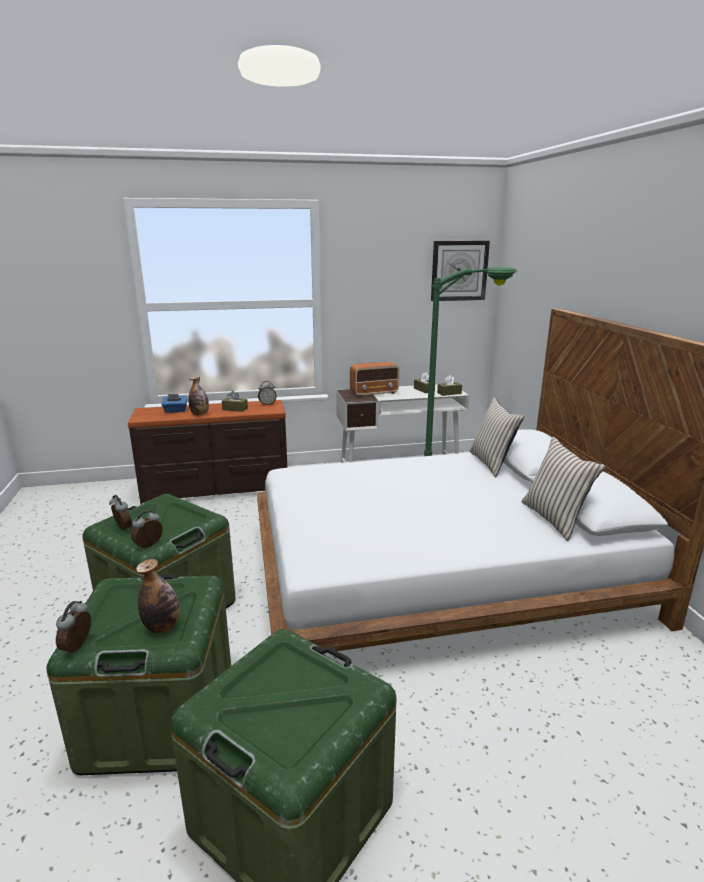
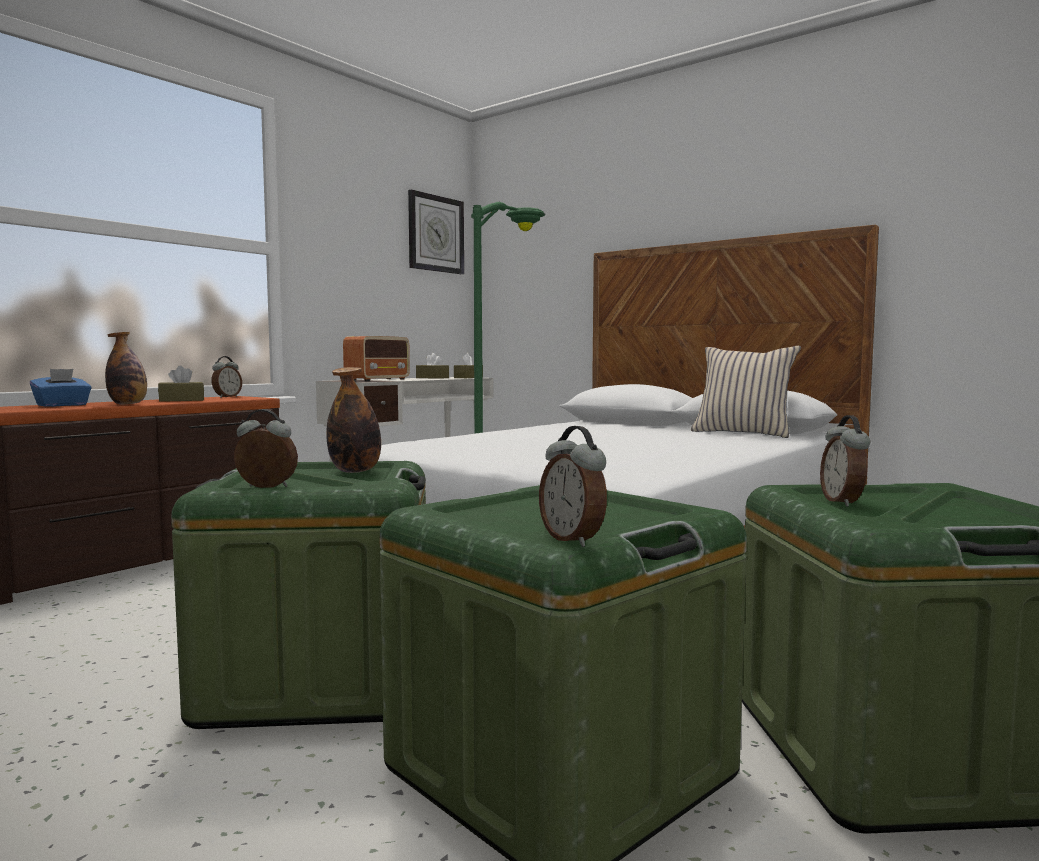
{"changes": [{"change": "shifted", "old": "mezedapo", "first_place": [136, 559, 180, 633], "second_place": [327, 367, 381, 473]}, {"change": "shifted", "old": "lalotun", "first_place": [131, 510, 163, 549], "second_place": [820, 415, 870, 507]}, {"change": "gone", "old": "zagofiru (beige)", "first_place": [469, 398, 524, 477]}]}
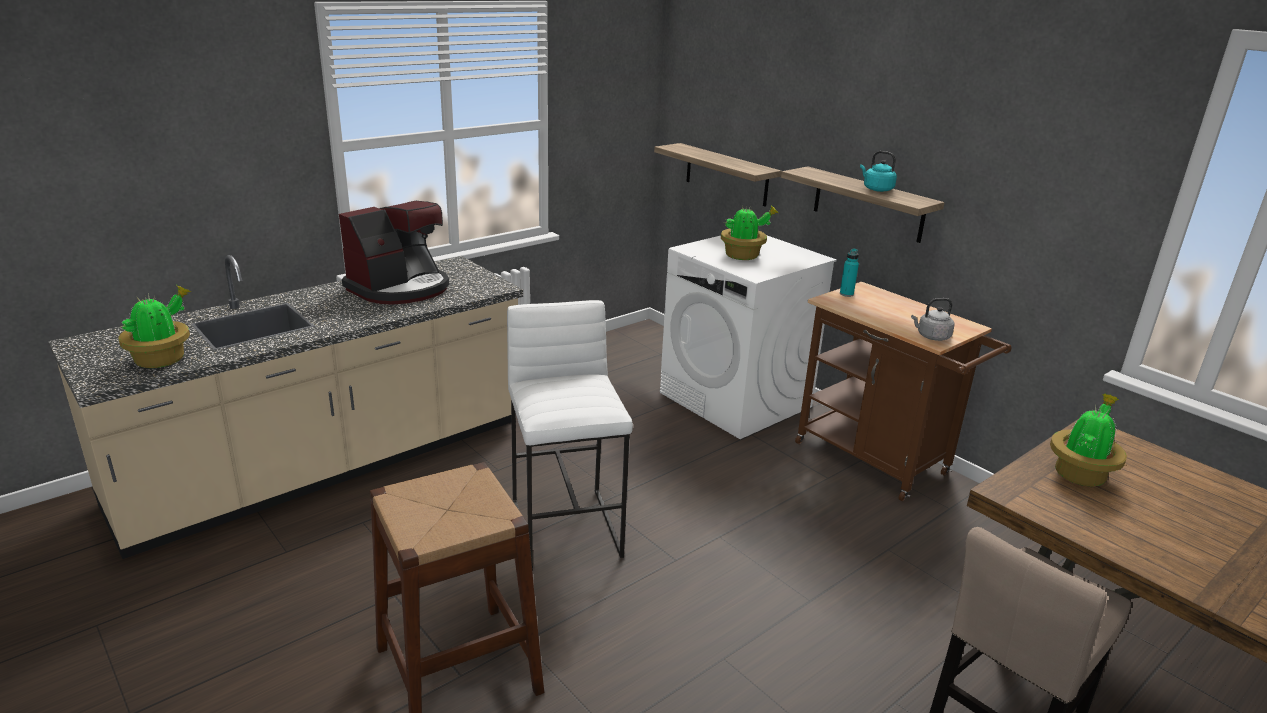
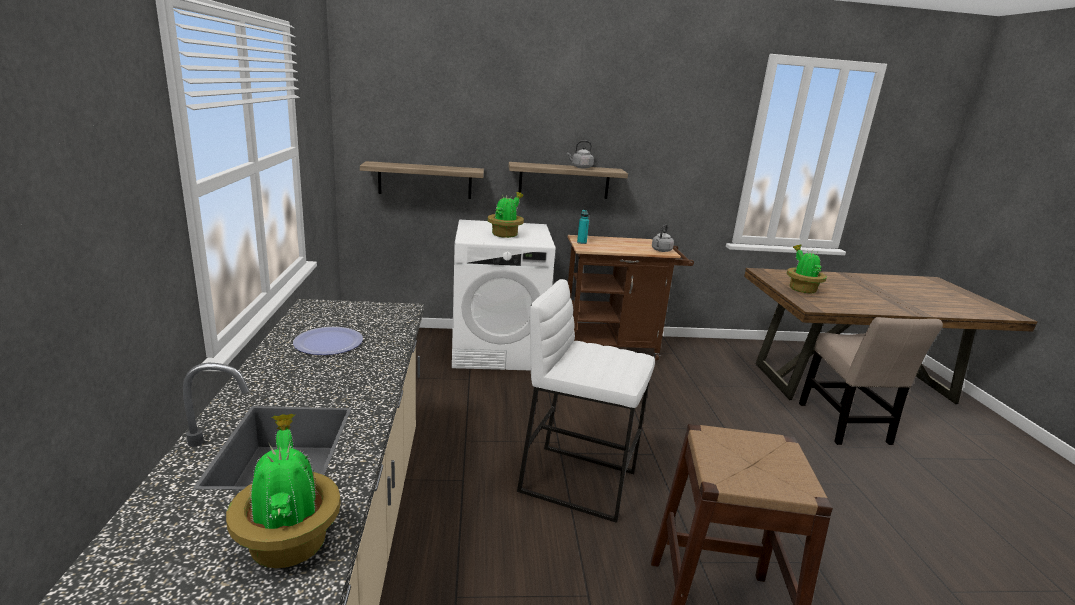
{"changes": [{"change": "swapped", "old": "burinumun", "new": "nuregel", "first_place": [339, 201, 449, 305], "second_place": [293, 327, 363, 355]}, {"change": "repainted", "old": "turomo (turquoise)", "new": "turomo (grey)", "first_place": [860, 151, 897, 192], "second_place": [567, 141, 594, 169]}]}
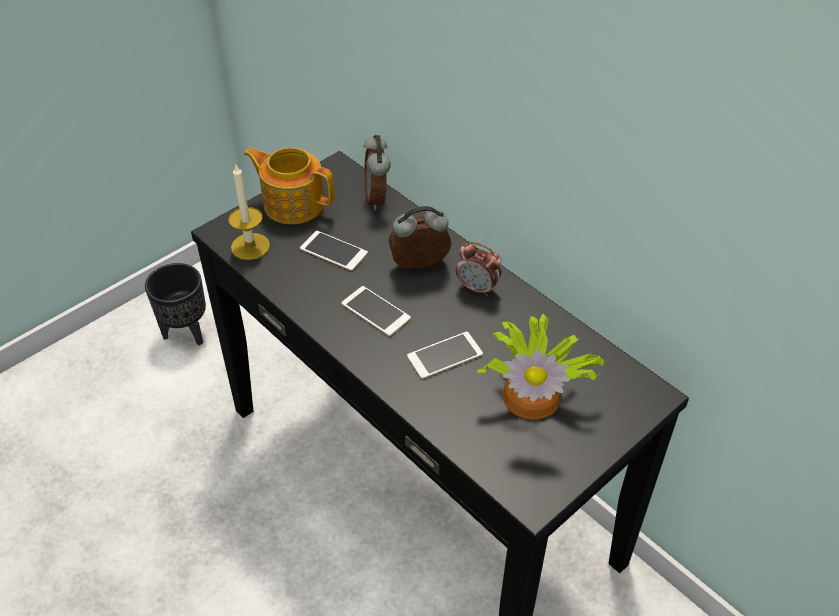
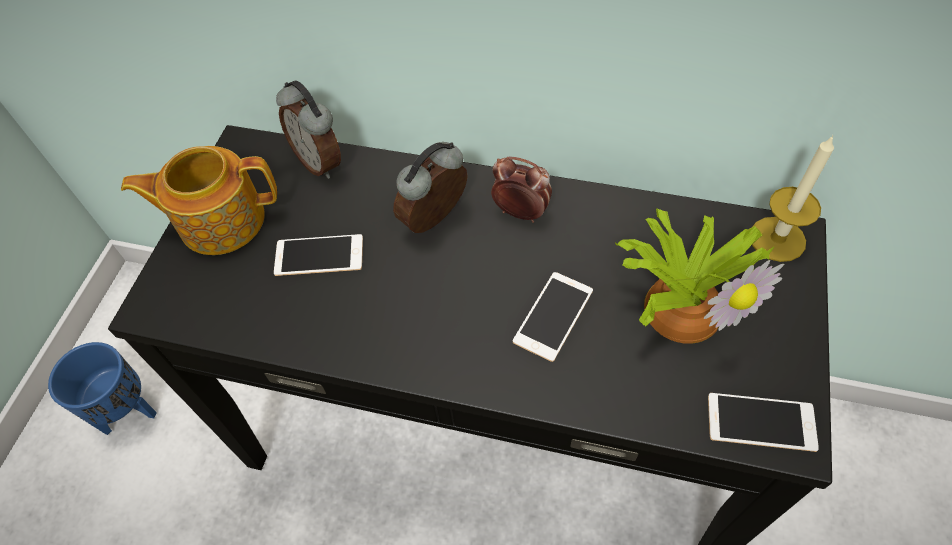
{"changes": [{"change": "repainted", "old": "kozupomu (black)", "new": "kozupomu (blue)", "first_place": [145, 263, 206, 346], "second_place": [48, 342, 157, 435]}, {"change": "rotated", "old": "lalotun", "first_place": [456, 242, 502, 296], "second_place": [491, 156, 552, 223], "degrees": -150}, {"change": "shifted", "old": "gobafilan", "first_place": [341, 286, 411, 336], "second_place": [708, 393, 819, 452]}, {"change": "shifted", "old": "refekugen", "first_place": [228, 163, 270, 260], "second_place": [752, 135, 834, 262]}]}
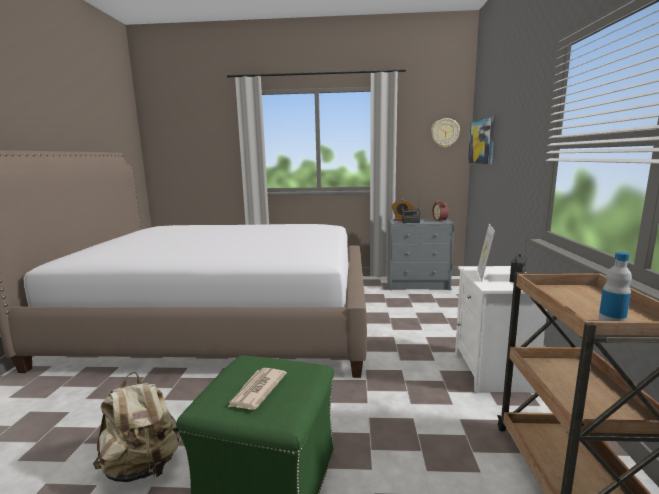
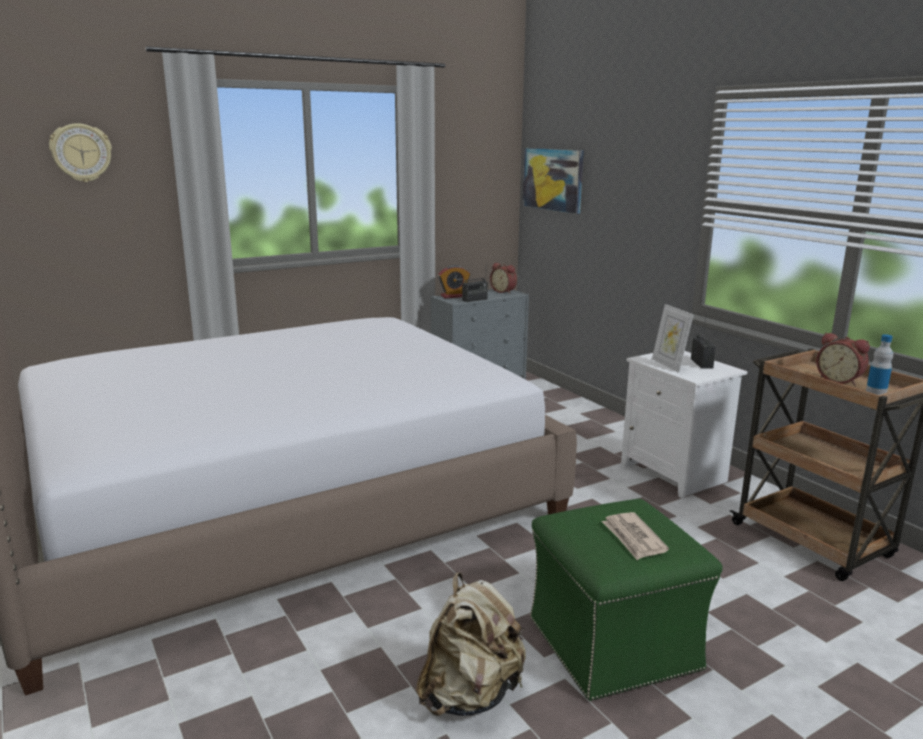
{"changes": [{"change": "shifted", "old": "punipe", "first_place": [431, 118, 460, 148], "second_place": [49, 123, 112, 182]}, {"change": "new", "new": "lalotun", "second_place": [816, 332, 870, 386]}]}
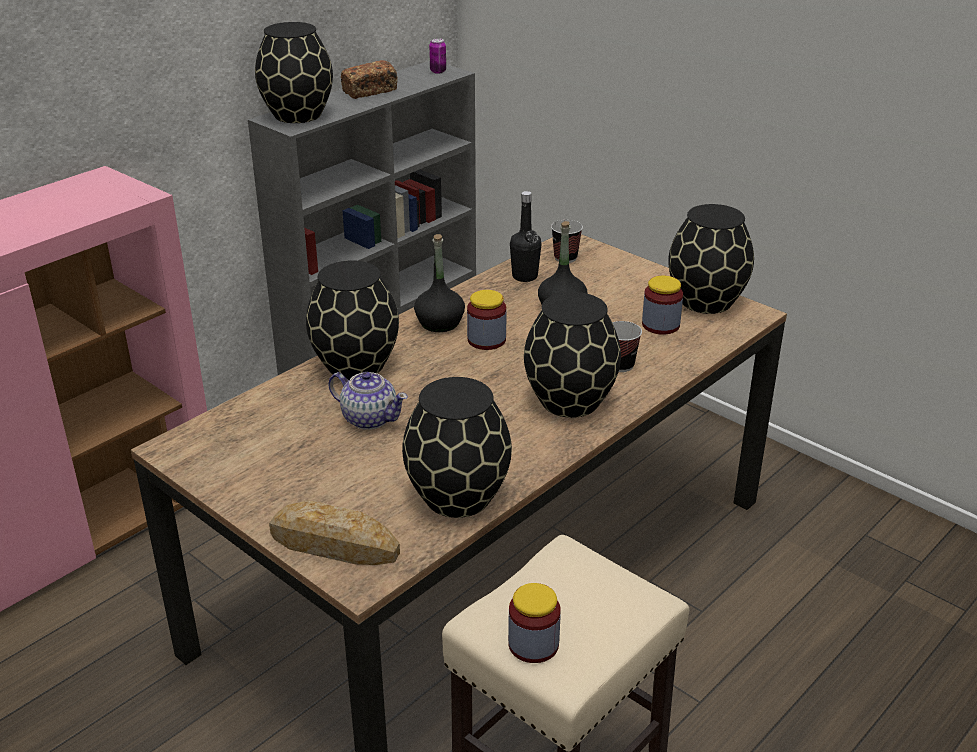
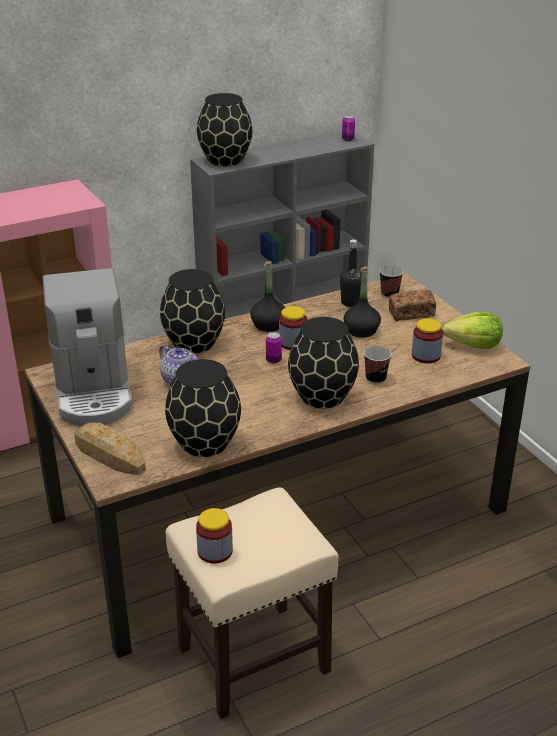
{"changes": [{"change": "new", "new": "burinumun", "second_place": [43, 268, 132, 426]}, {"change": "new", "new": "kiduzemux", "second_place": [266, 332, 282, 364]}, {"change": "shifted", "old": "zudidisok", "first_place": [341, 60, 398, 99], "second_place": [389, 290, 436, 321]}, {"change": "swapped", "old": "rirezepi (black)", "new": "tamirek", "first_place": [668, 204, 754, 314], "second_place": [442, 312, 503, 349]}]}
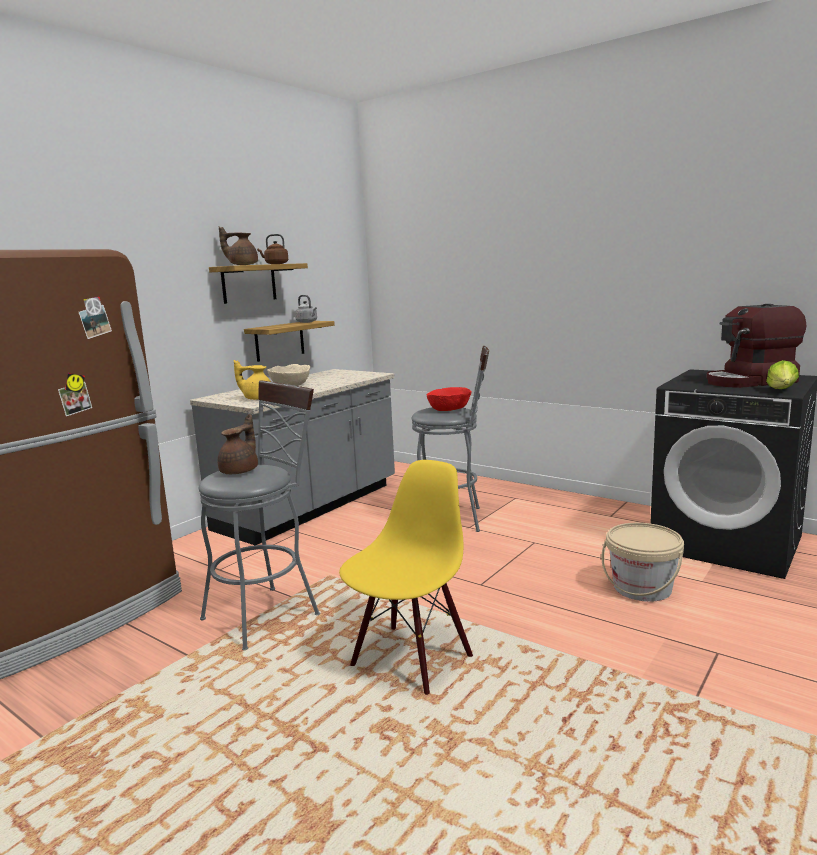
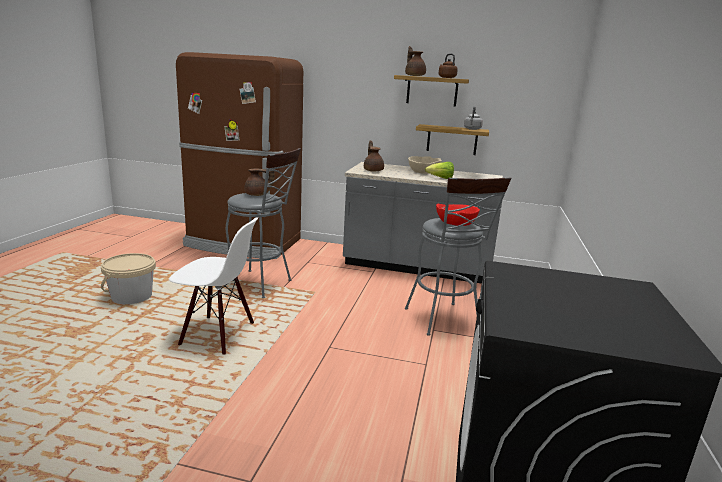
{"changes": [{"change": "shifted", "old": "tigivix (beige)", "first_place": [601, 523, 684, 602], "second_place": [101, 253, 156, 304]}, {"change": "repainted", "old": "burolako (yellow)", "new": "burolako (white)", "first_place": [339, 460, 473, 695], "second_place": [169, 218, 258, 355]}, {"change": "repainted", "old": "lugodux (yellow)", "new": "lugodux (brown)", "first_place": [234, 360, 271, 400], "second_place": [364, 140, 384, 172]}, {"change": "shifted", "old": "tamirek", "first_place": [766, 360, 799, 389], "second_place": [425, 162, 454, 179]}, {"change": "gone", "old": "burinumun", "first_place": [706, 304, 806, 388]}]}
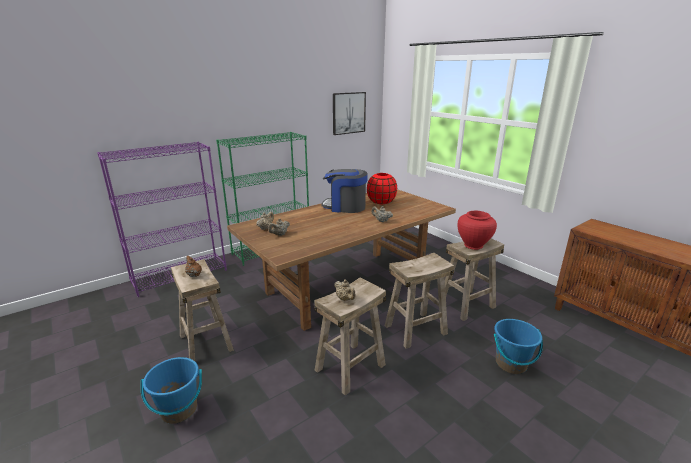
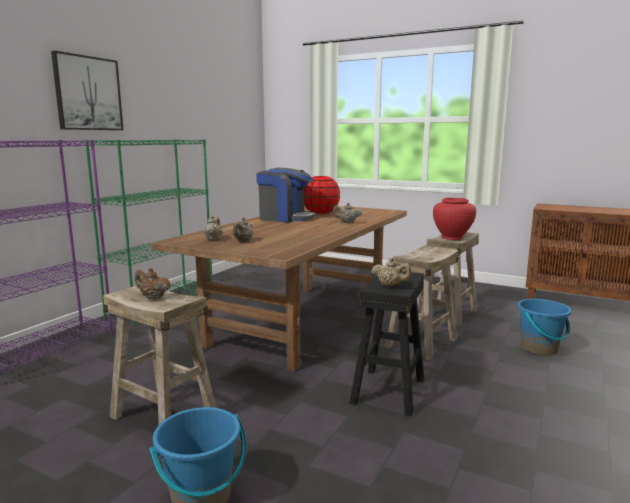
{"changes": [{"change": "shifted", "old": "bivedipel", "first_place": [333, 92, 366, 135], "second_place": [51, 51, 123, 130]}, {"change": "rotated", "old": "burinumun", "first_place": [322, 169, 368, 213], "second_place": [256, 168, 316, 223], "degrees": -150}, {"change": "repainted", "old": "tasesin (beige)", "new": "tasesin (black)", "first_place": [314, 278, 386, 395], "second_place": [349, 271, 425, 416]}]}
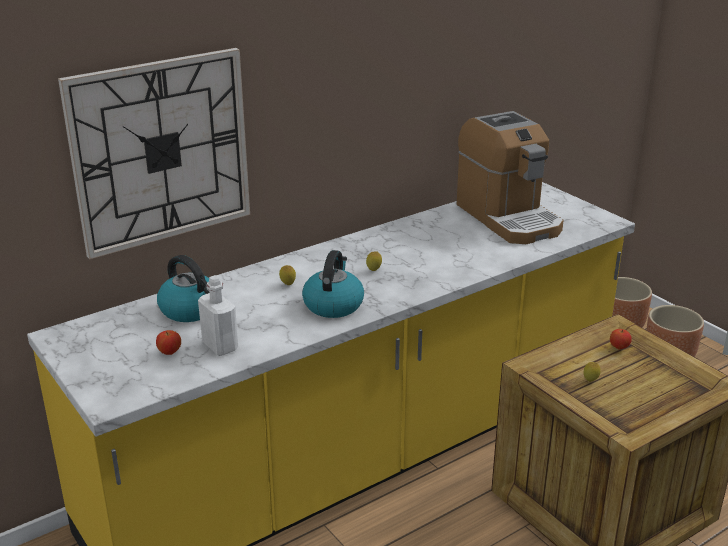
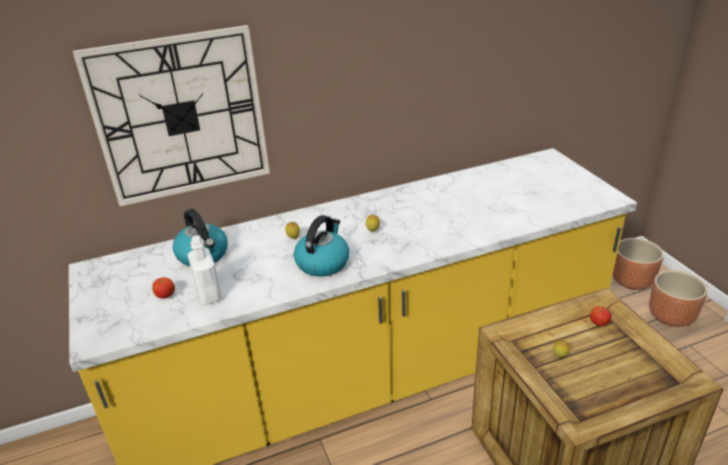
{"changes": [{"change": "gone", "old": "burinumun", "first_place": [457, 111, 564, 244]}]}
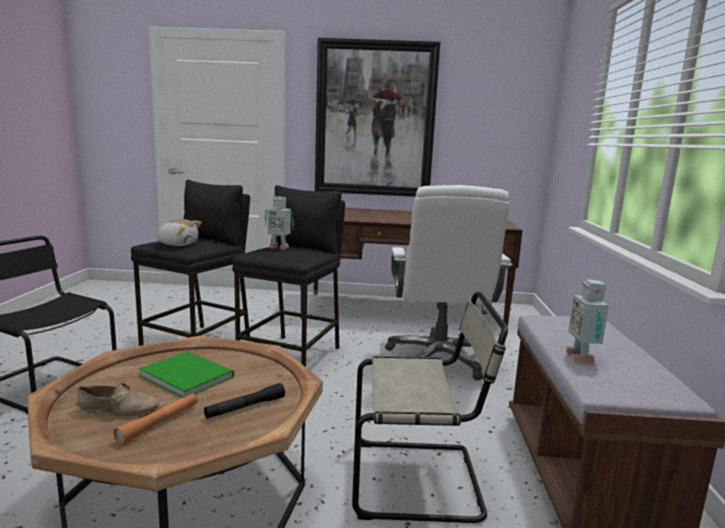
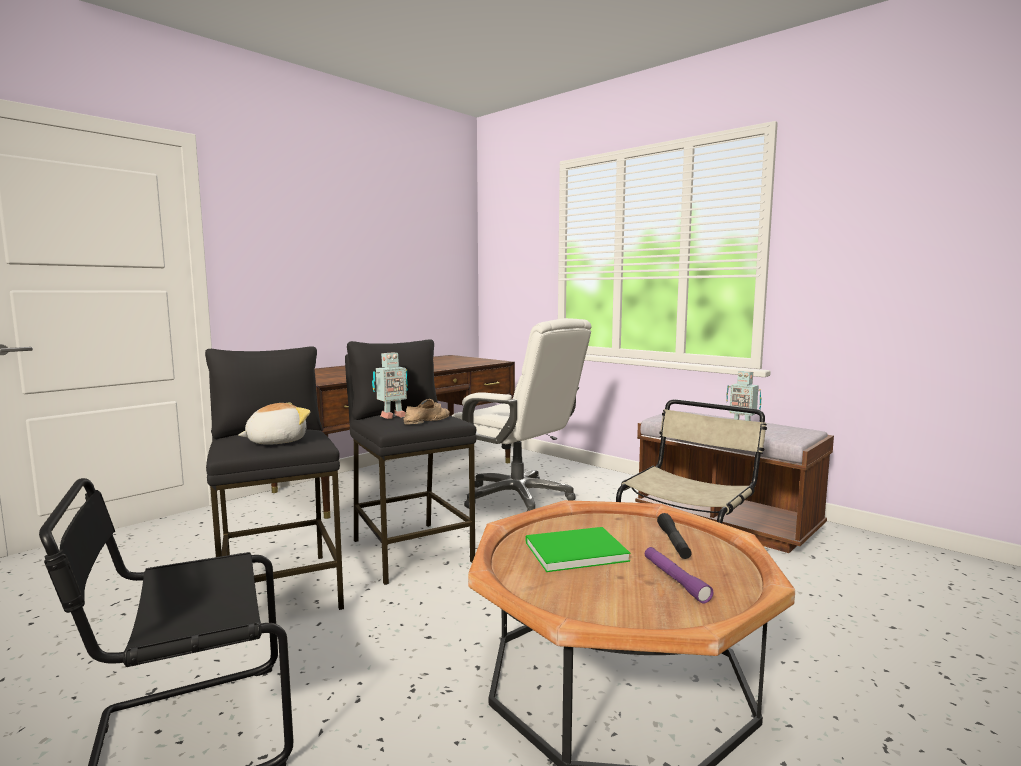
{"changes": [{"change": "shifted", "old": "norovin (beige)", "first_place": [75, 382, 159, 416], "second_place": [403, 399, 450, 425]}, {"change": "repainted", "old": "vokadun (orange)", "new": "vokadun (purple)", "first_place": [114, 393, 198, 445], "second_place": [645, 547, 713, 603]}, {"change": "gone", "old": "bivedipel", "first_place": [315, 38, 440, 197]}]}
